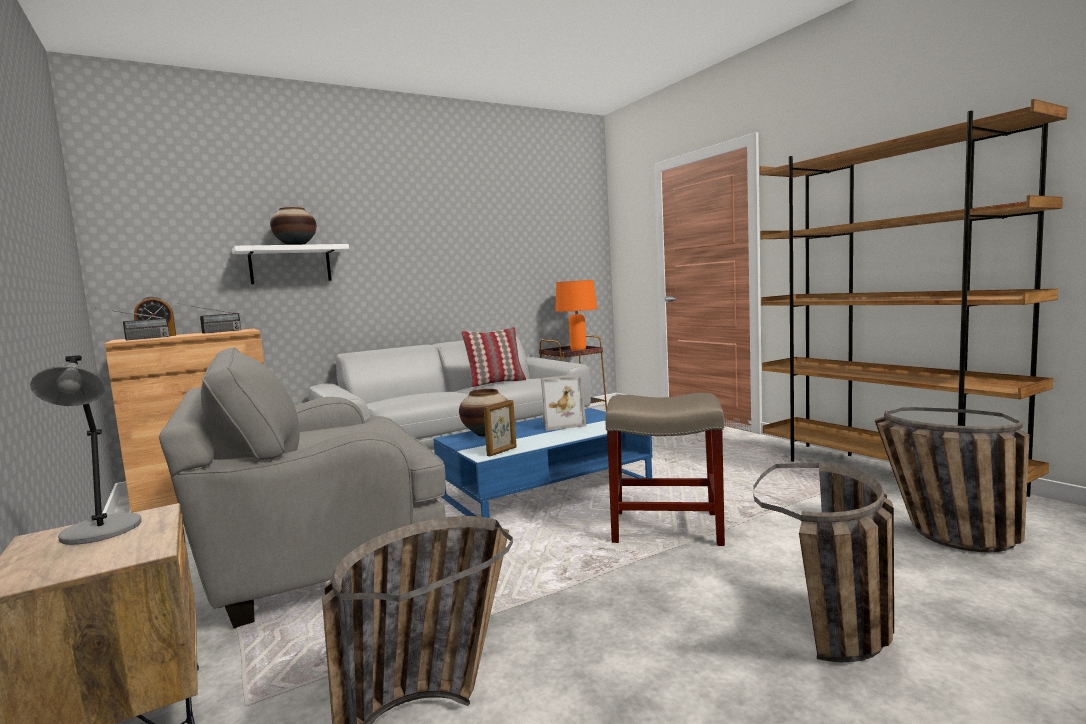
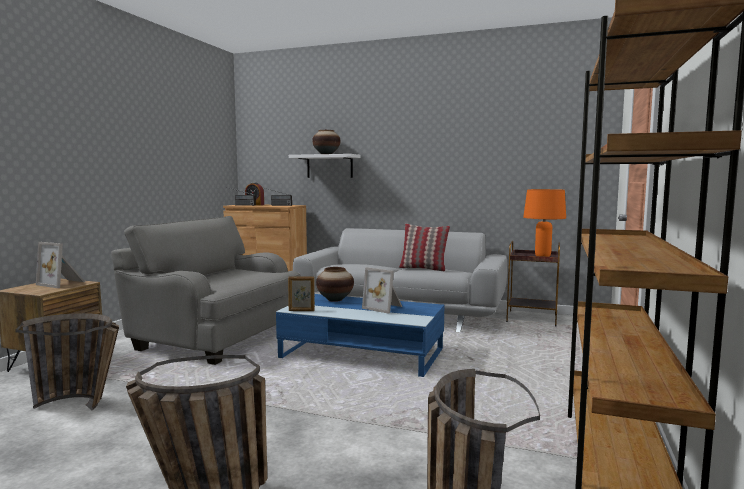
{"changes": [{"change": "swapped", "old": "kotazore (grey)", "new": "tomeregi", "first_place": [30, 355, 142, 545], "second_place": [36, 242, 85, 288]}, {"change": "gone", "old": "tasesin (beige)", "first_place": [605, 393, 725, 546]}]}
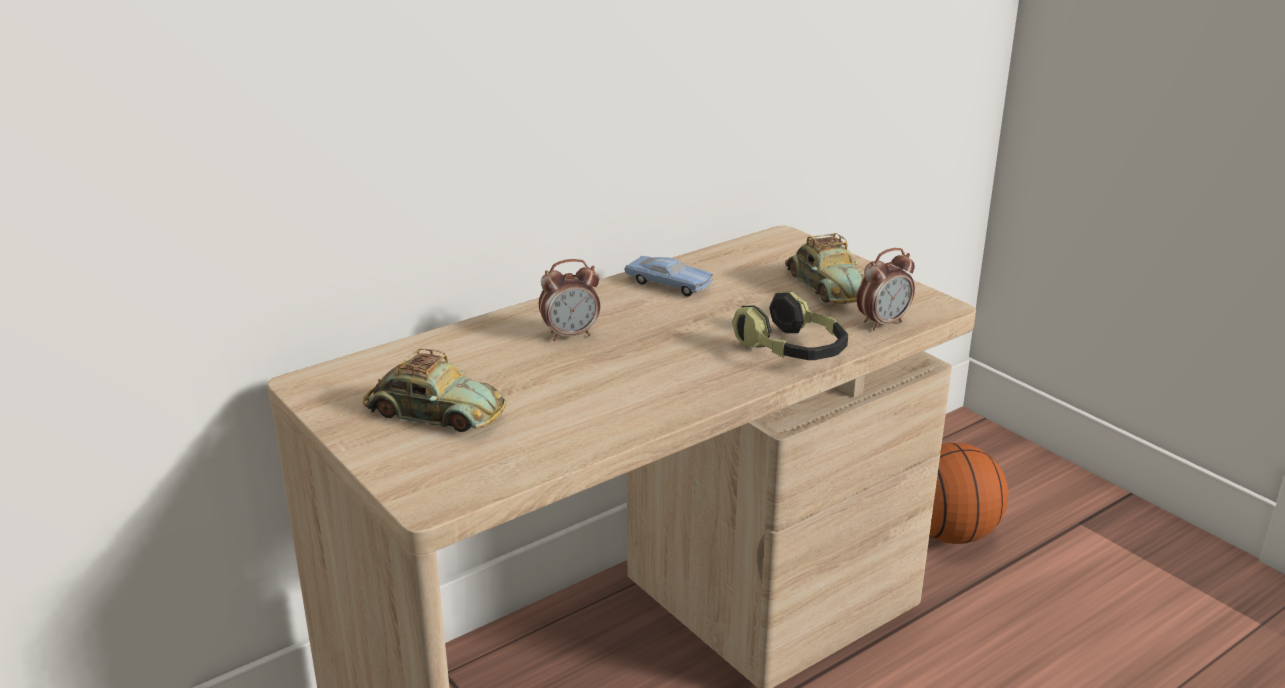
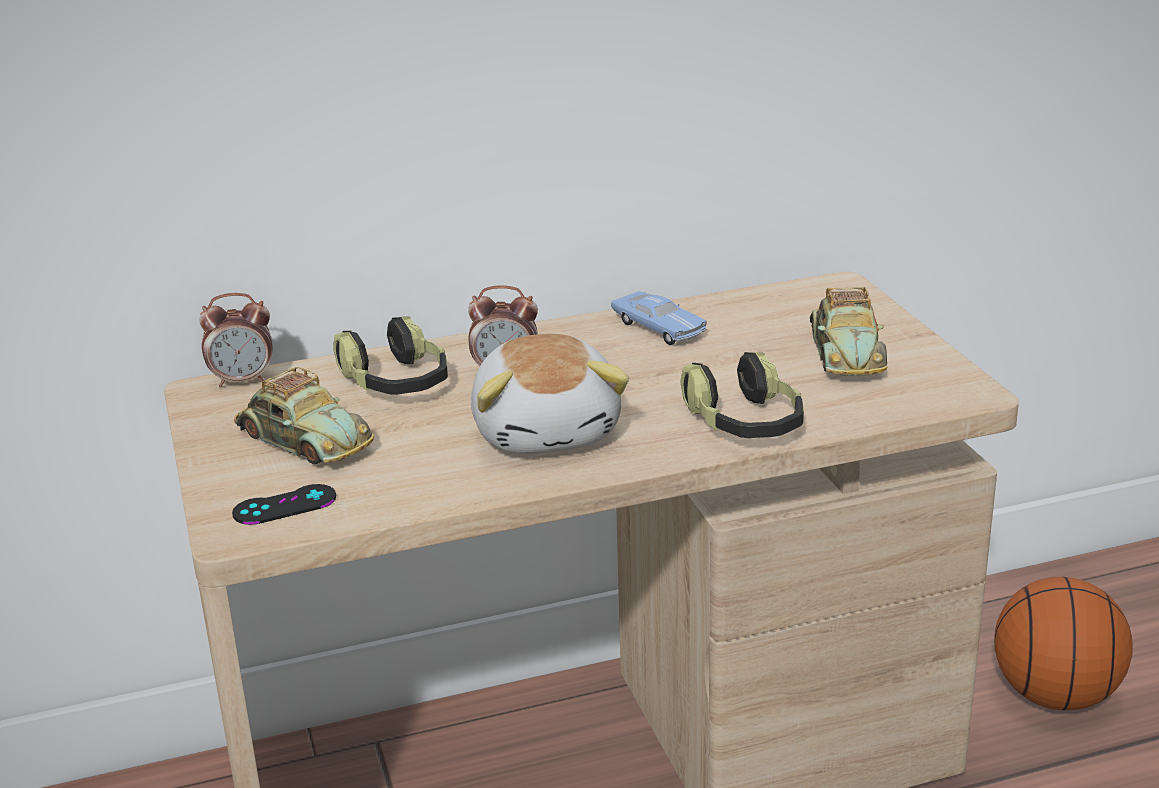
{"changes": [{"change": "shifted", "old": "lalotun", "first_place": [857, 248, 915, 330], "second_place": [199, 293, 273, 388]}, {"change": "new", "new": "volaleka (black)", "second_place": [232, 484, 336, 525]}, {"change": "new", "new": "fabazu", "second_place": [333, 316, 448, 395]}, {"change": "new", "new": "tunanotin", "second_place": [471, 334, 629, 454]}]}
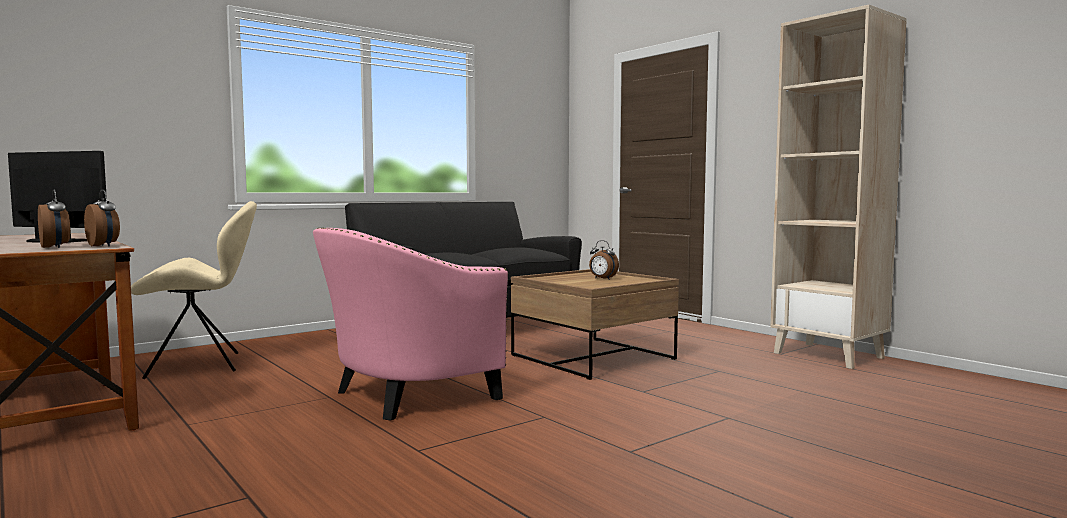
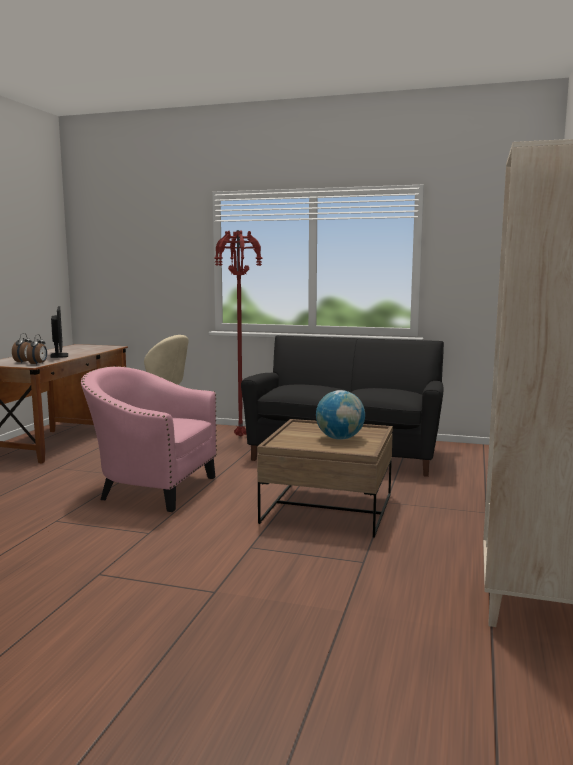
{"changes": [{"change": "new", "new": "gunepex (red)", "second_place": [214, 230, 262, 436]}, {"change": "swapped", "old": "lalotun", "new": "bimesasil", "first_place": [589, 240, 619, 279], "second_place": [316, 390, 365, 440]}]}
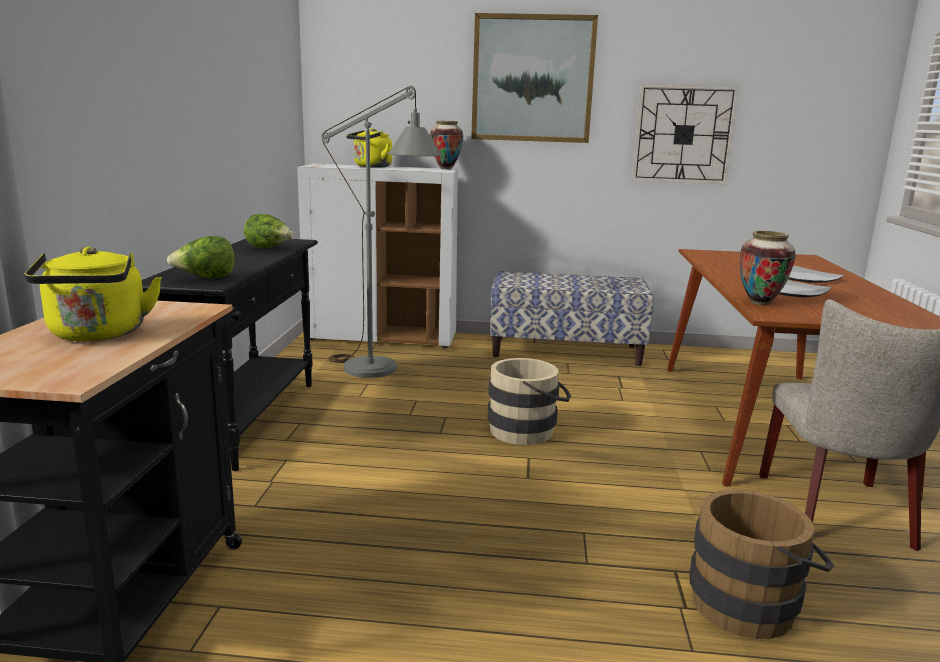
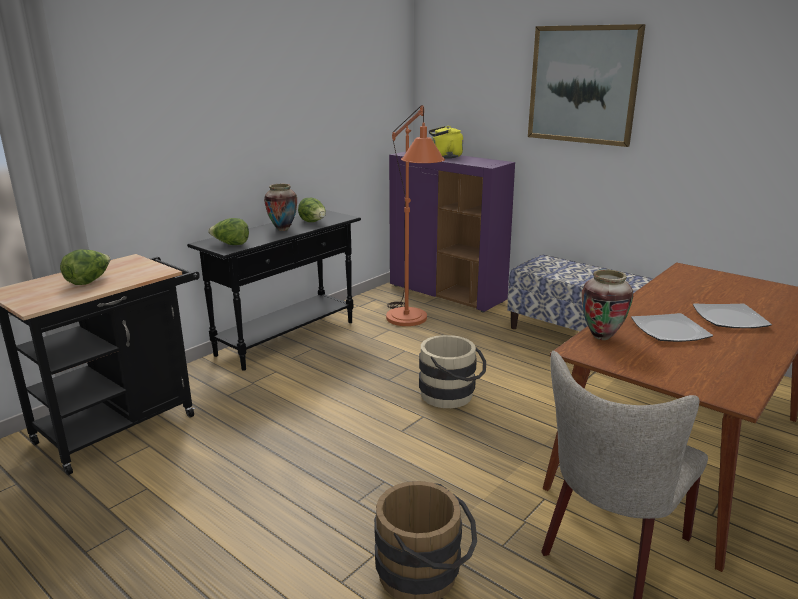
{"changes": [{"change": "swapped", "old": "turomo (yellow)", "new": "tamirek", "first_place": [24, 247, 162, 341], "second_place": [60, 249, 111, 285]}, {"change": "shifted", "old": "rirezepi", "first_place": [430, 121, 463, 169], "second_place": [264, 184, 297, 231]}, {"change": "repainted", "old": "gunepex (grey)", "new": "gunepex (orange)", "first_place": [321, 86, 443, 378], "second_place": [386, 105, 445, 326]}, {"change": "repainted", "old": "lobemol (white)", "new": "lobemol (purple)", "first_place": [297, 164, 458, 348], "second_place": [389, 152, 515, 312]}, {"change": "gone", "old": "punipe", "first_place": [632, 84, 739, 185]}]}
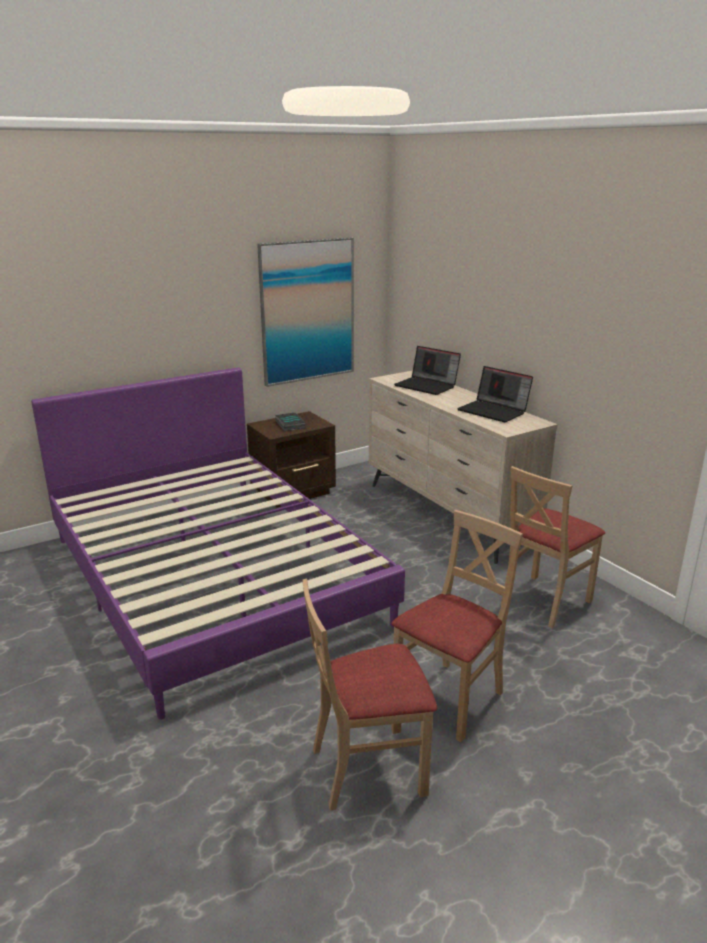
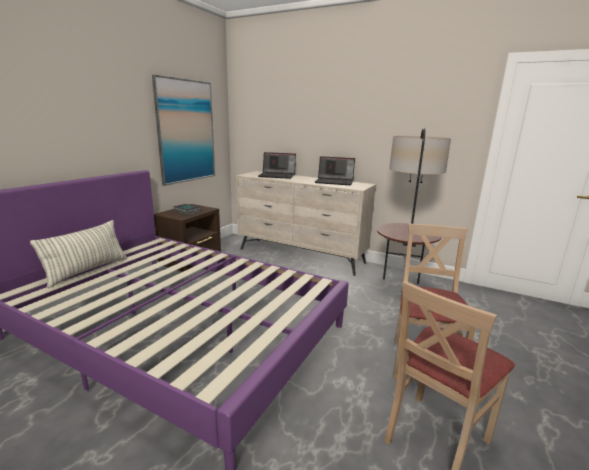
{"changes": [{"change": "new", "new": "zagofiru", "second_place": [30, 220, 127, 288]}, {"change": "swapped", "old": "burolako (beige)", "new": "gunepex", "first_place": [501, 466, 605, 628], "second_place": [377, 128, 451, 295]}]}
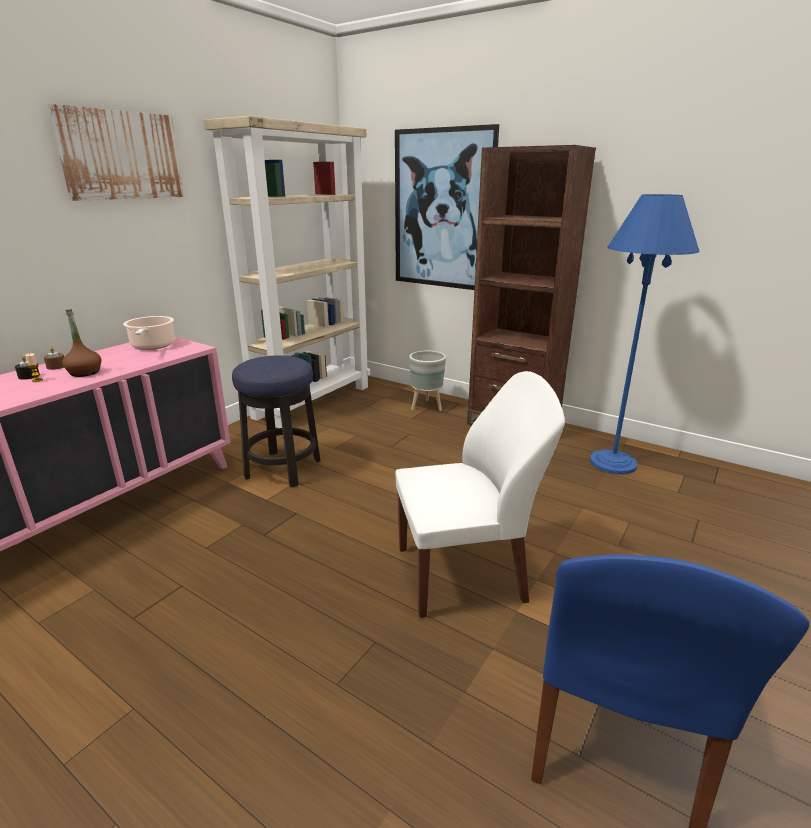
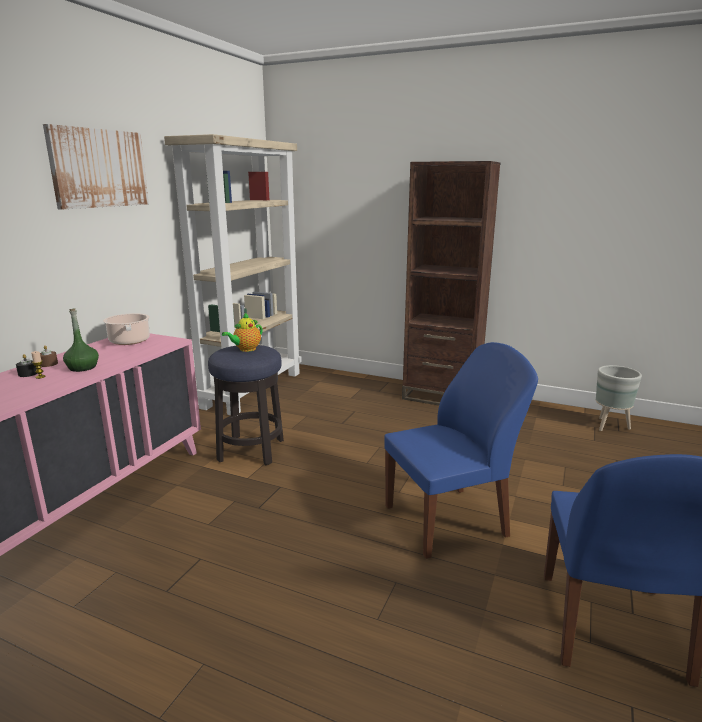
{"changes": [{"change": "repainted", "old": "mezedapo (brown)", "new": "mezedapo (green)", "first_place": [62, 309, 101, 377], "second_place": [63, 308, 99, 372]}, {"change": "new", "new": "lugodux", "second_place": [222, 313, 263, 352]}, {"change": "repainted", "old": "burolako (white)", "new": "burolako (blue)", "first_place": [395, 371, 565, 618], "second_place": [384, 342, 538, 559]}, {"change": "shifted", "old": "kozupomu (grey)", "first_place": [409, 351, 446, 411], "second_place": [596, 365, 642, 431]}, {"change": "gone", "old": "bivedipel", "first_place": [395, 124, 499, 290]}, {"change": "gone", "old": "gunepex (blue)", "first_place": [590, 194, 699, 474]}]}
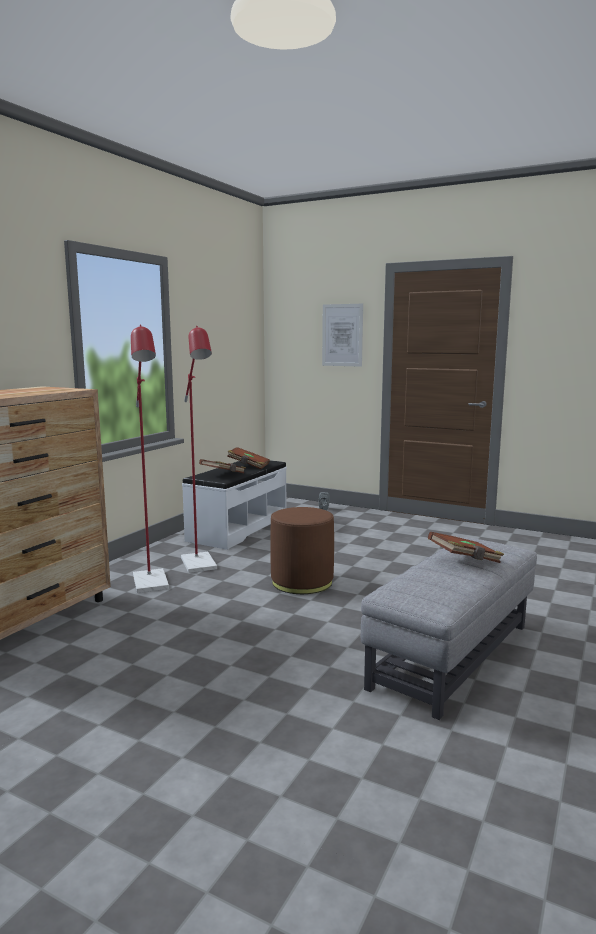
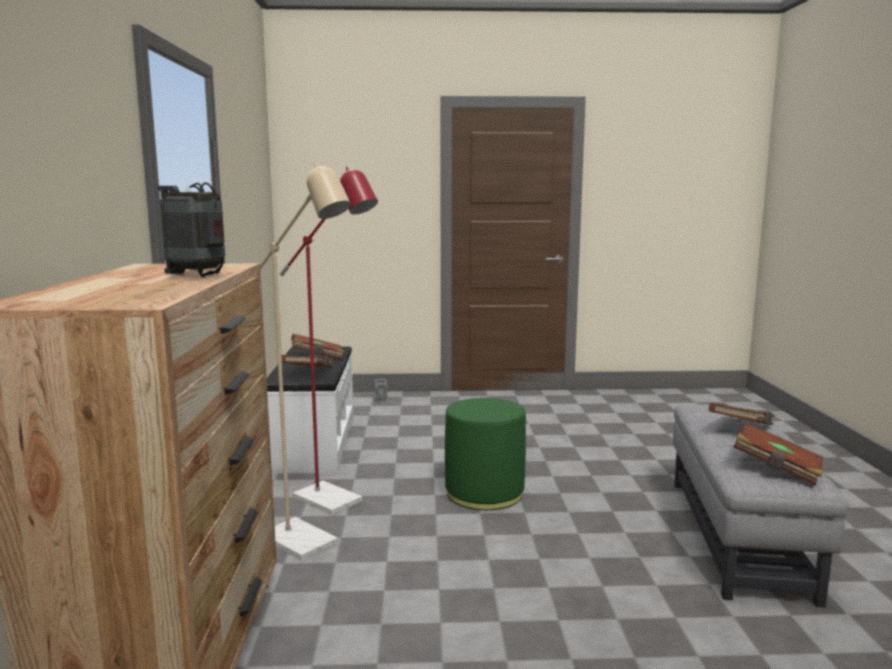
{"changes": [{"change": "new", "new": "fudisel", "second_place": [158, 138, 225, 277]}, {"change": "repainted", "old": "gunepex (red)", "new": "gunepex (beige)", "first_place": [131, 325, 169, 593], "second_place": [260, 163, 351, 561]}, {"change": "repainted", "old": "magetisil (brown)", "new": "magetisil (green)", "first_place": [270, 507, 334, 594], "second_place": [445, 398, 526, 510]}, {"change": "new", "new": "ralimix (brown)", "second_place": [734, 423, 823, 485]}, {"change": "gone", "old": "bivedipel", "first_place": [322, 304, 363, 367]}]}
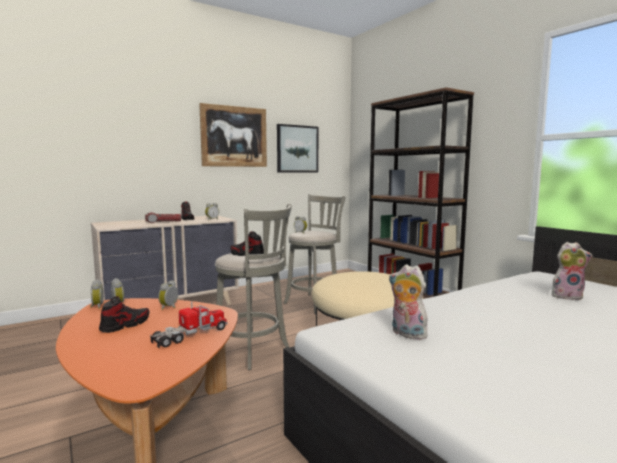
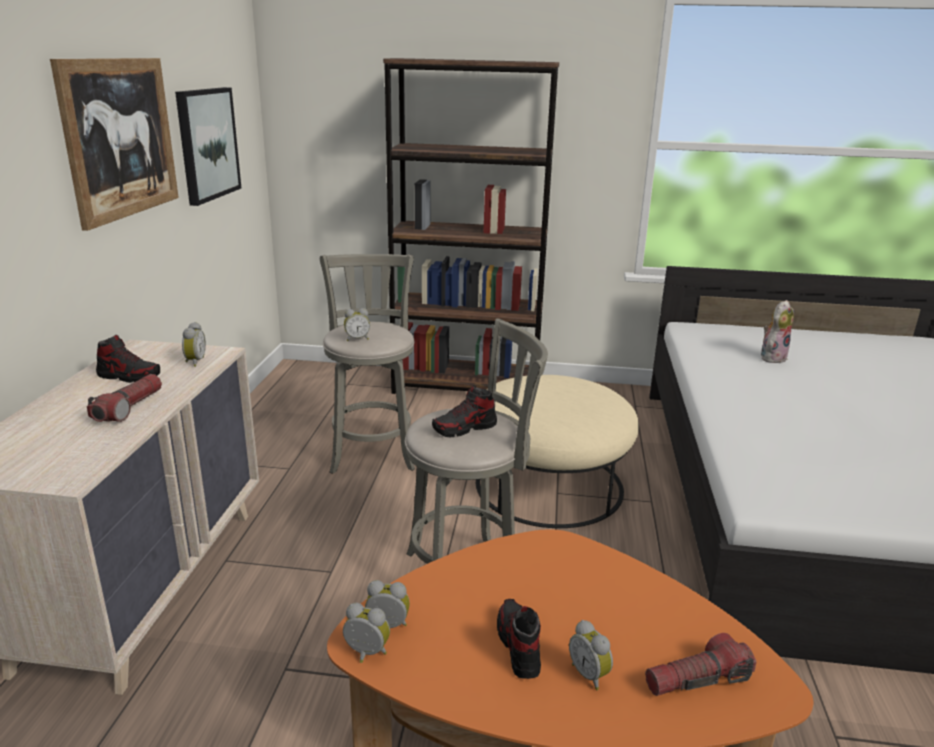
{"changes": [{"change": "shifted", "old": "lalotun", "first_place": [158, 280, 178, 310], "second_place": [569, 620, 613, 690]}, {"change": "new", "new": "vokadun", "second_place": [645, 633, 756, 696]}, {"change": "gone", "old": "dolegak", "first_place": [150, 301, 228, 349]}, {"change": "gone", "old": "tunanotin", "first_place": [389, 264, 428, 340]}]}
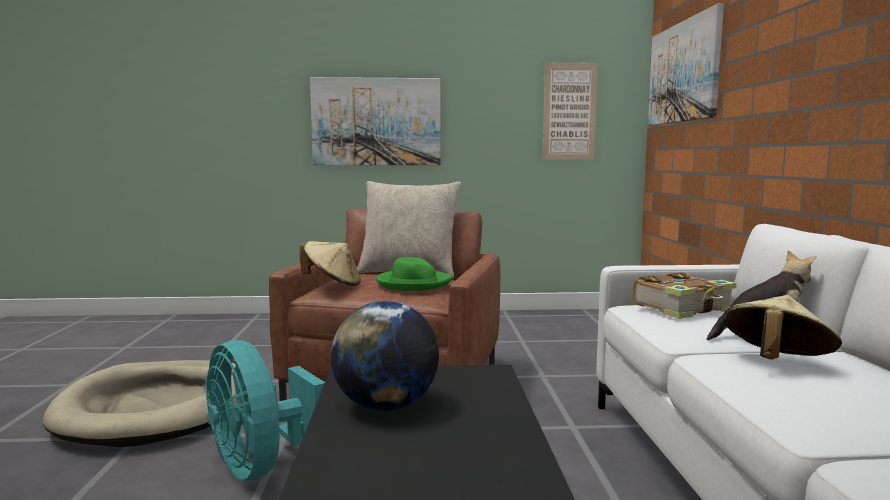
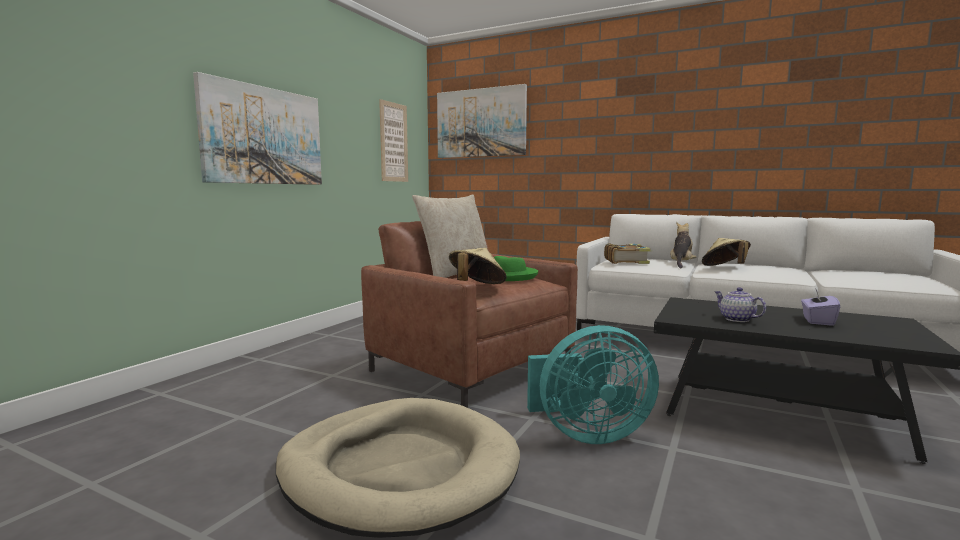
{"changes": [{"change": "swapped", "old": "bimesasil", "new": "lugodux", "first_place": [331, 301, 439, 411], "second_place": [715, 287, 766, 322]}, {"change": "new", "new": "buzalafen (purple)", "second_place": [801, 288, 840, 326]}]}
